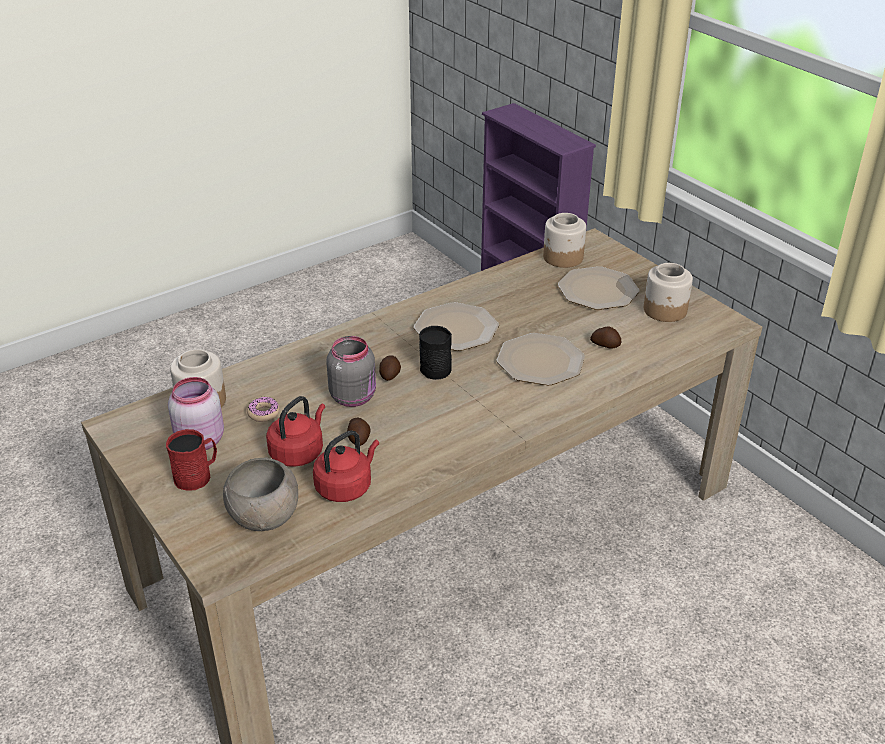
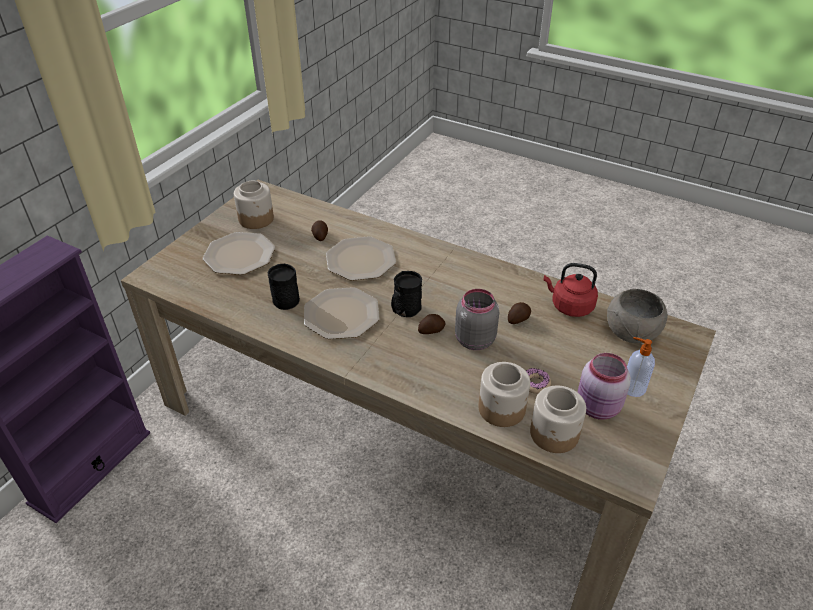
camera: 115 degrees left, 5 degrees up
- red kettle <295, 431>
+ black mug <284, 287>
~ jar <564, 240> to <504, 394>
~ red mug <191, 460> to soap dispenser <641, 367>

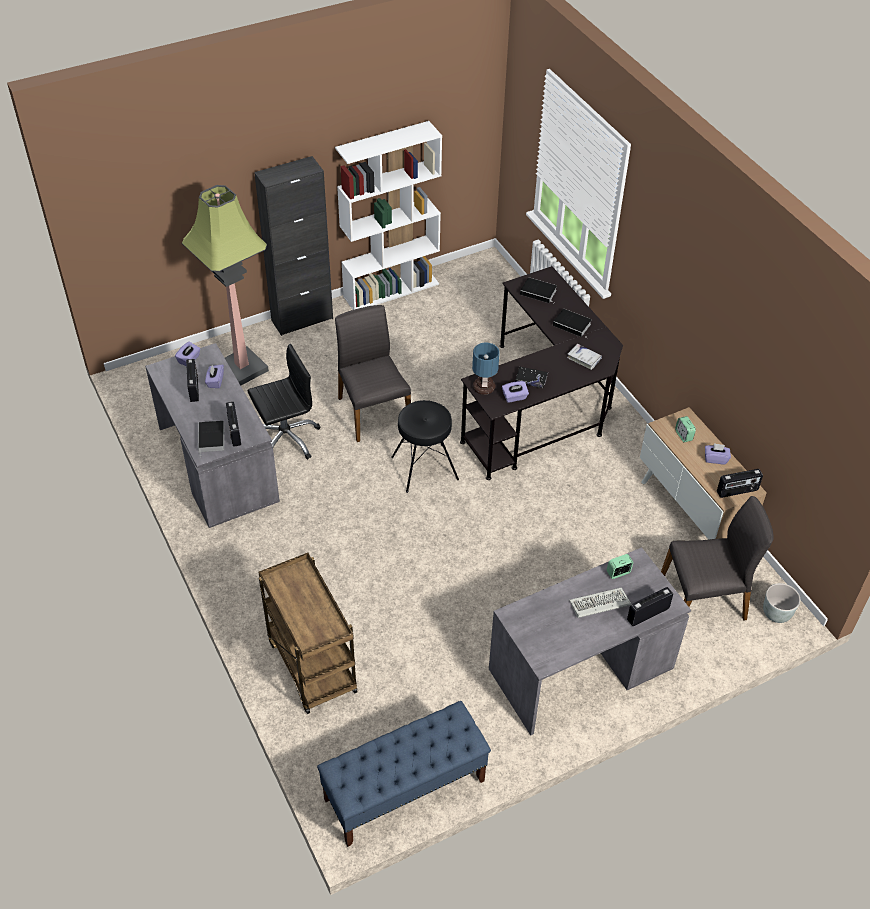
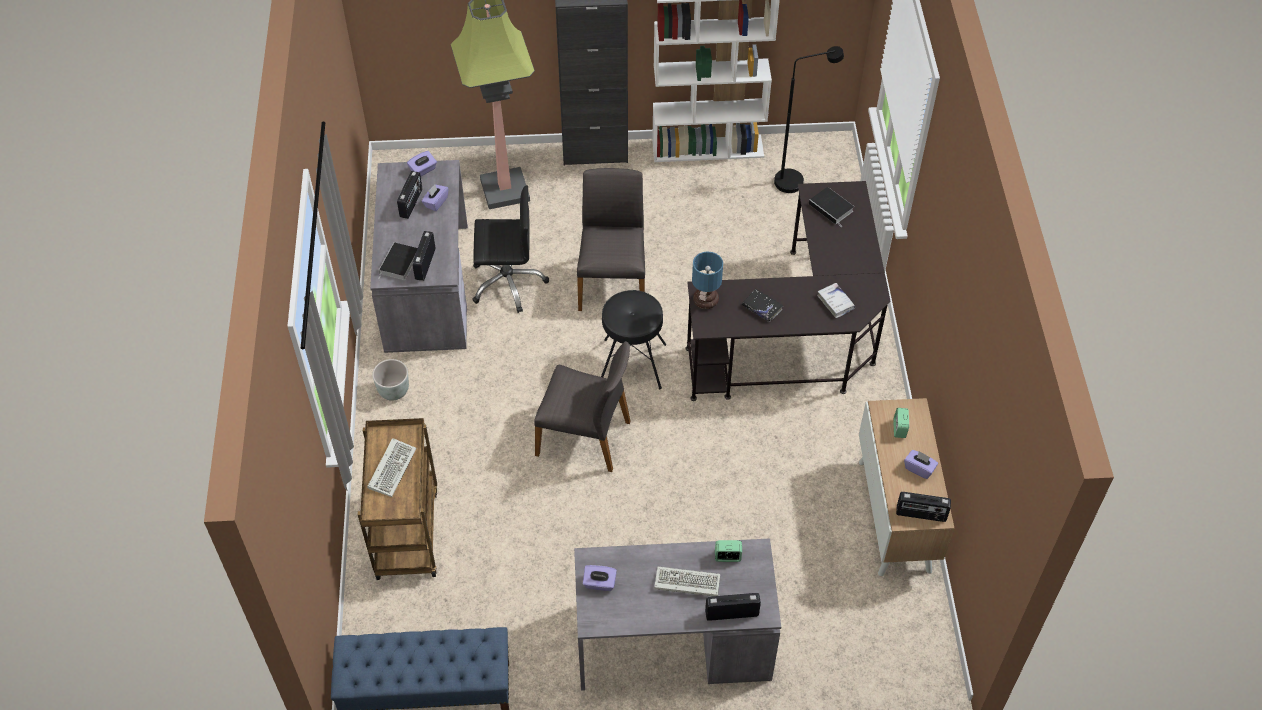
camera: 25 degrees right, 5 degrees up
- book <572, 323>
+ keyboard <392, 467>
+ black floor lamp <809, 119>
~ purple tissue box <515, 392> to <600, 578>
~ grey chair <717, 558> to <582, 406>
~ grey planter <781, 603> to <390, 380>

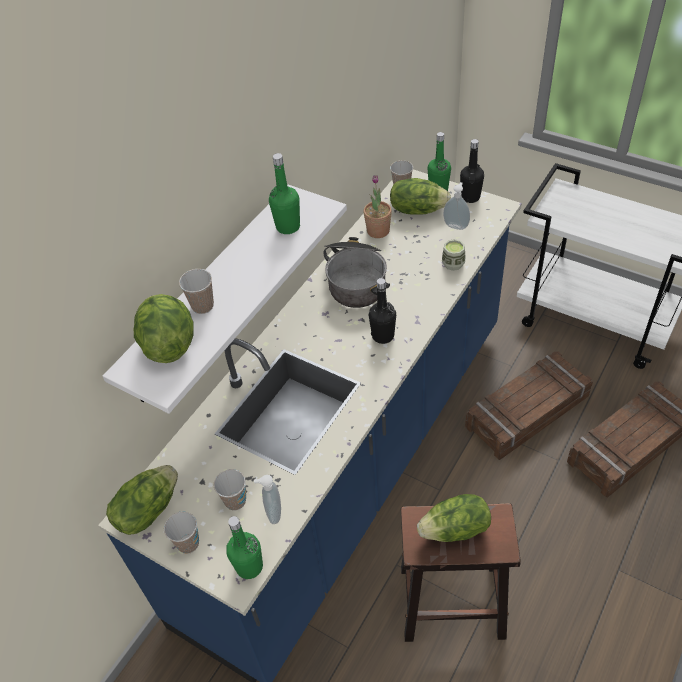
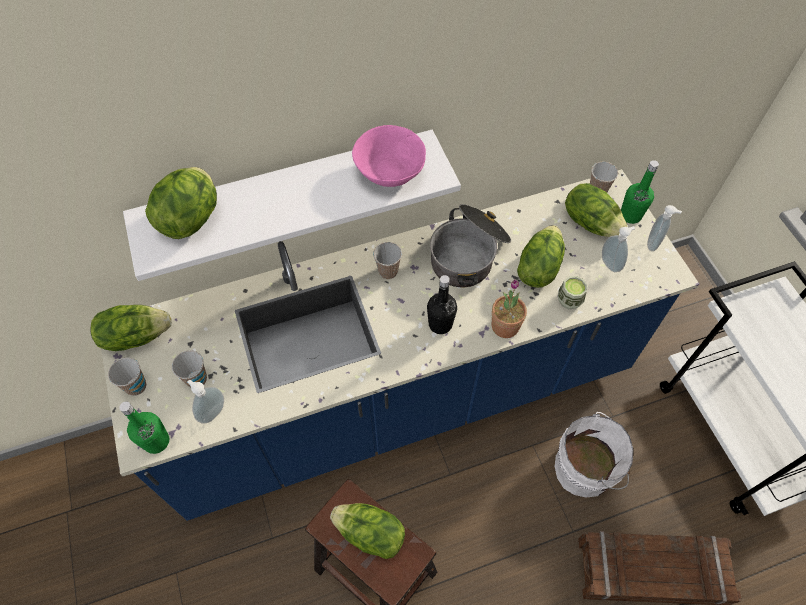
camera: 35 degrees right, 10 degrees up
+ lettuce <541, 256>
~ cup <196, 291> to <387, 260>
~ potted plant <378, 206> to <509, 308>
~ green bottle <284, 193> to pink bowl <389, 156>
~ black bottle <472, 171> to soap dispenser <664, 228>
~ crate <529, 405> to white bucket <594, 454>

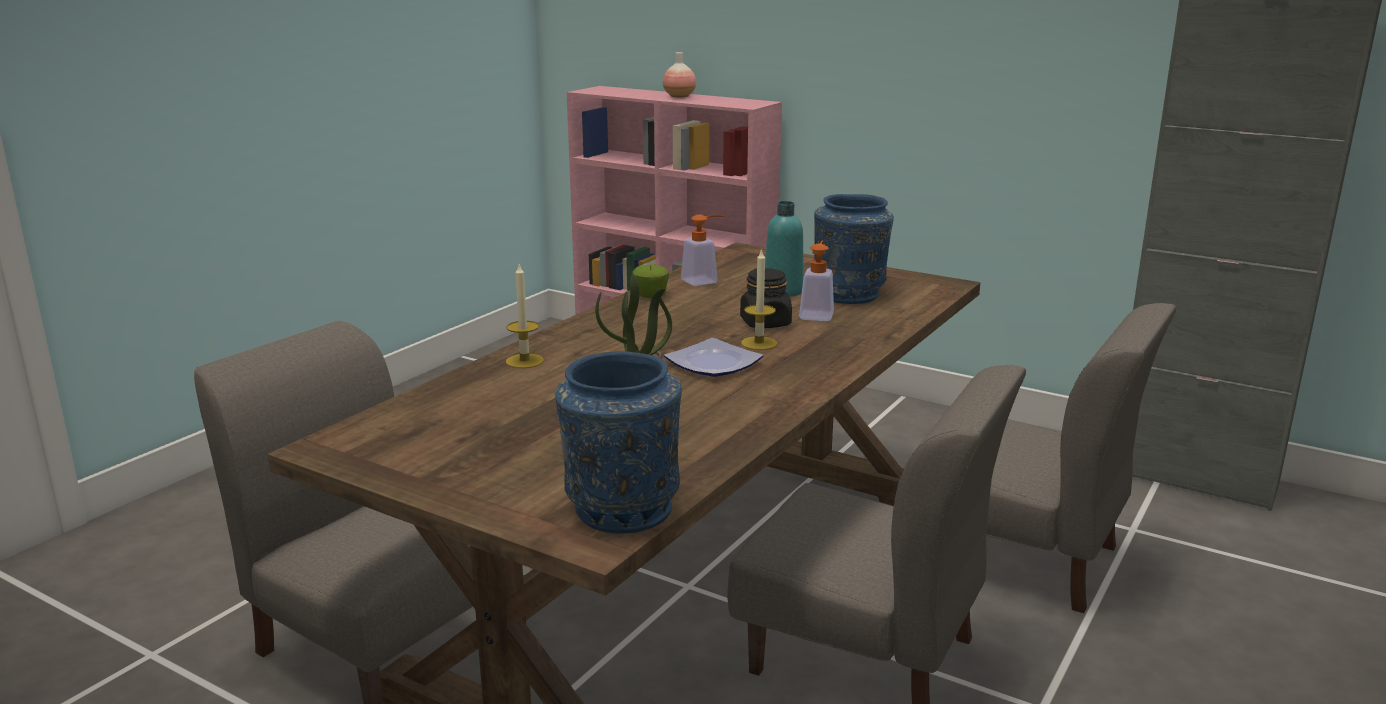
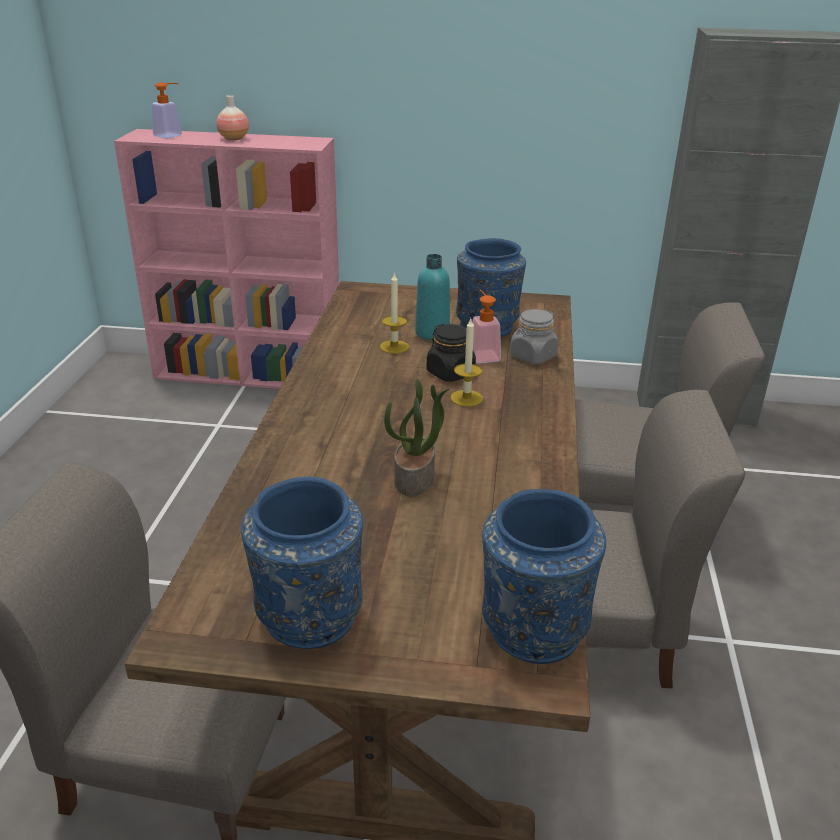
camera: 25 degrees left, 10 degrees up
- apple <650, 281>
- plate <713, 357>
+ blue vase <302, 563>
+ grey jar <534, 336>
~ candle <525, 316> to <394, 313>
~ soap dispenser <702, 250> to <167, 110>

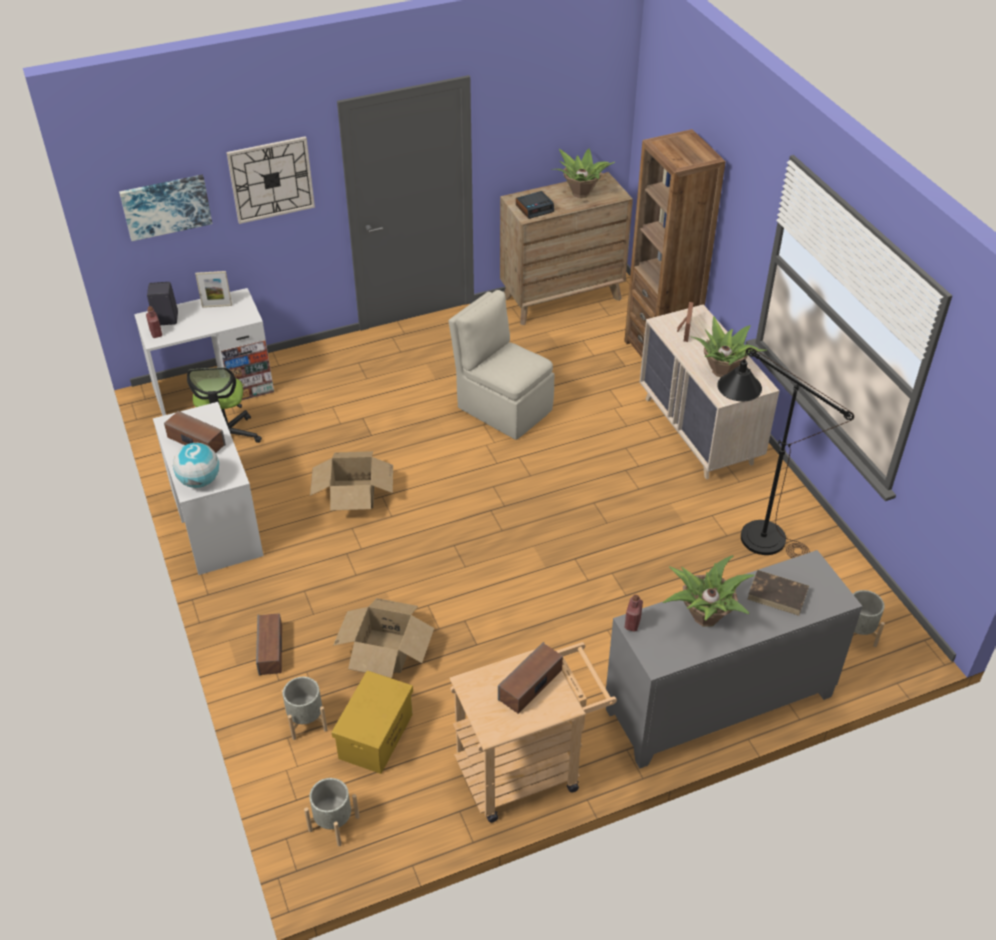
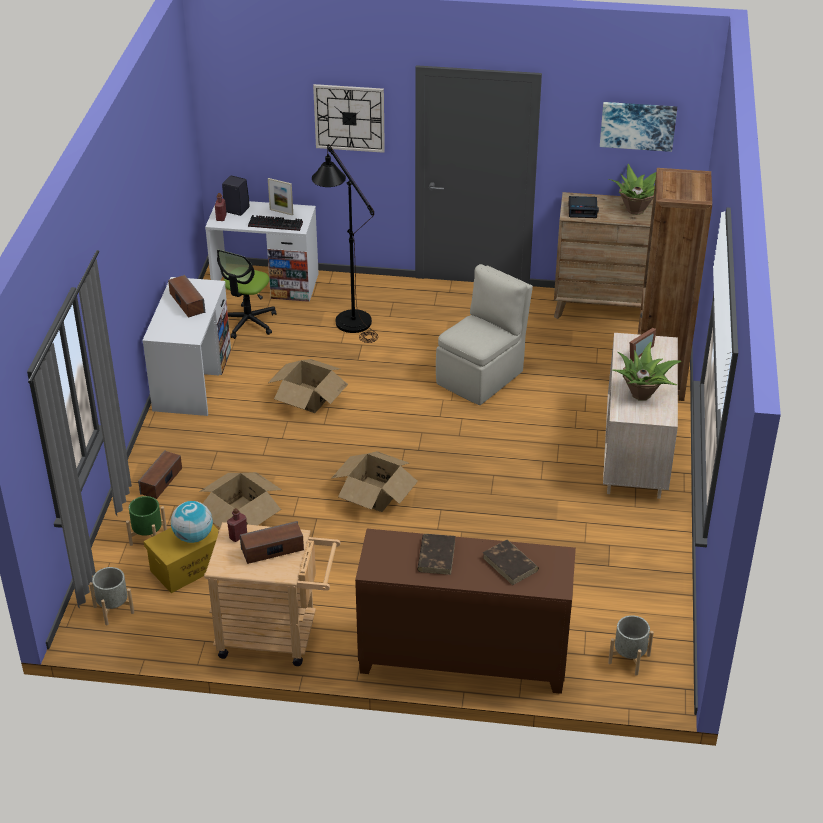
camera: 30 degrees right, 5 degrees down
+ keyboard <275, 223>
+ cardboard box <375, 481>
~ picture <165, 208> to <638, 127>
~ globe <196, 465> to <192, 522>
~ red bottle <634, 613> to <237, 525>
~ black floor lamp <785, 452> to <345, 243>
~ potted plant <709, 591> to brown book <436, 554>
~ grey planter <305, 708> to green planter <146, 521>
~ grey cabinet <734, 659> to brown cabinet <465, 611>
~ beige chair <501, 365> = <484, 334> 60 degrees clockwise

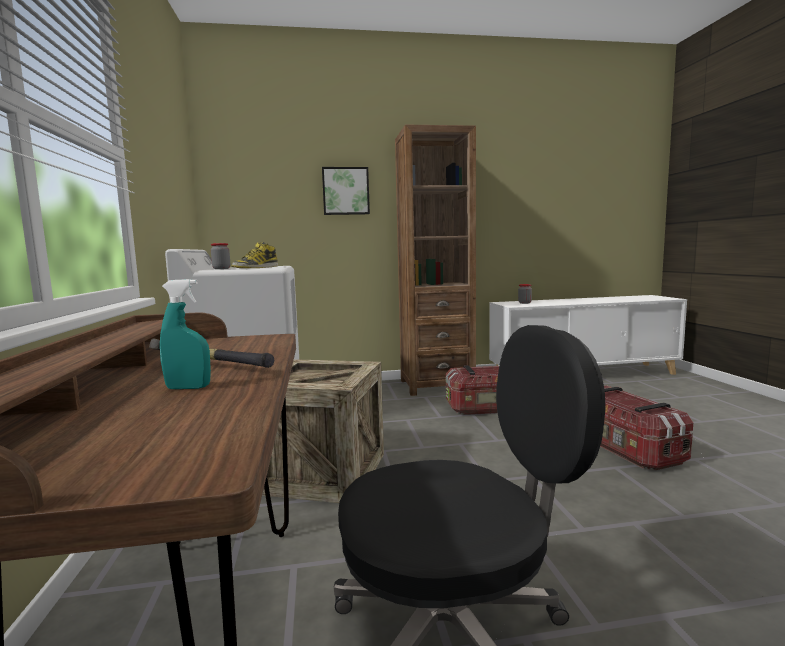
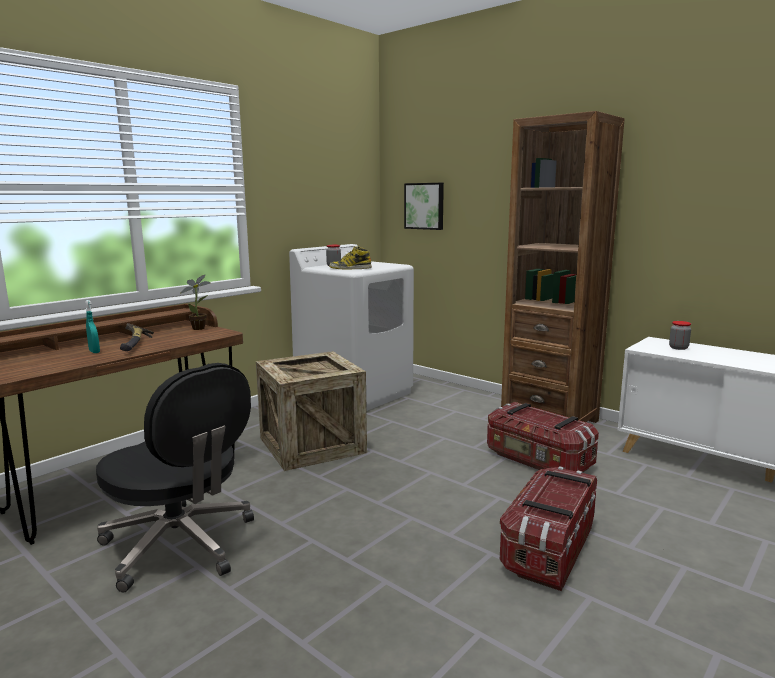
camera: 50 degrees right, 5 degrees up
+ potted plant <195, 302>
~ picture <346, 191> to <424, 206>

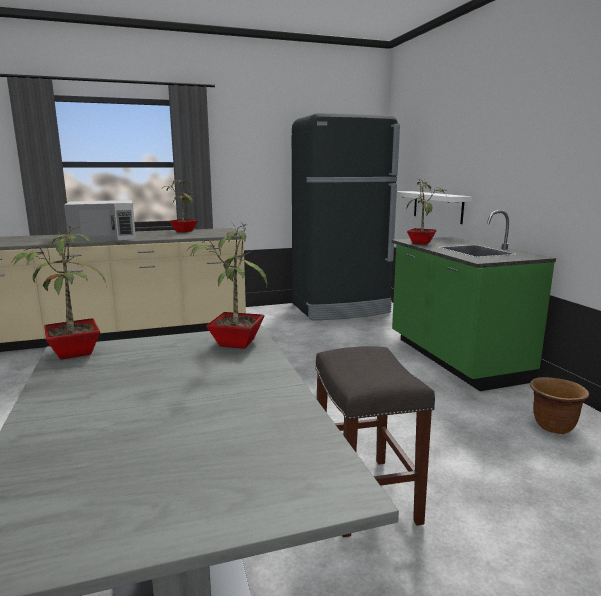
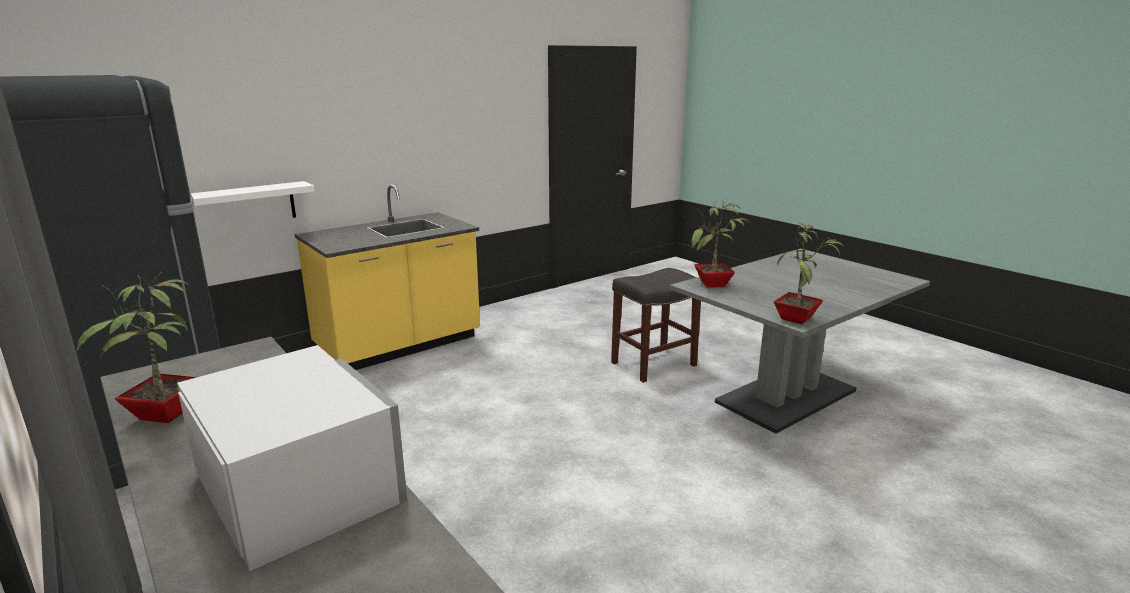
camera: 110 degrees left, 5 degrees up
- potted plant <427, 212>
- brown planter <559, 405>
~ green counter <474, 300> to yellow counter <387, 277>

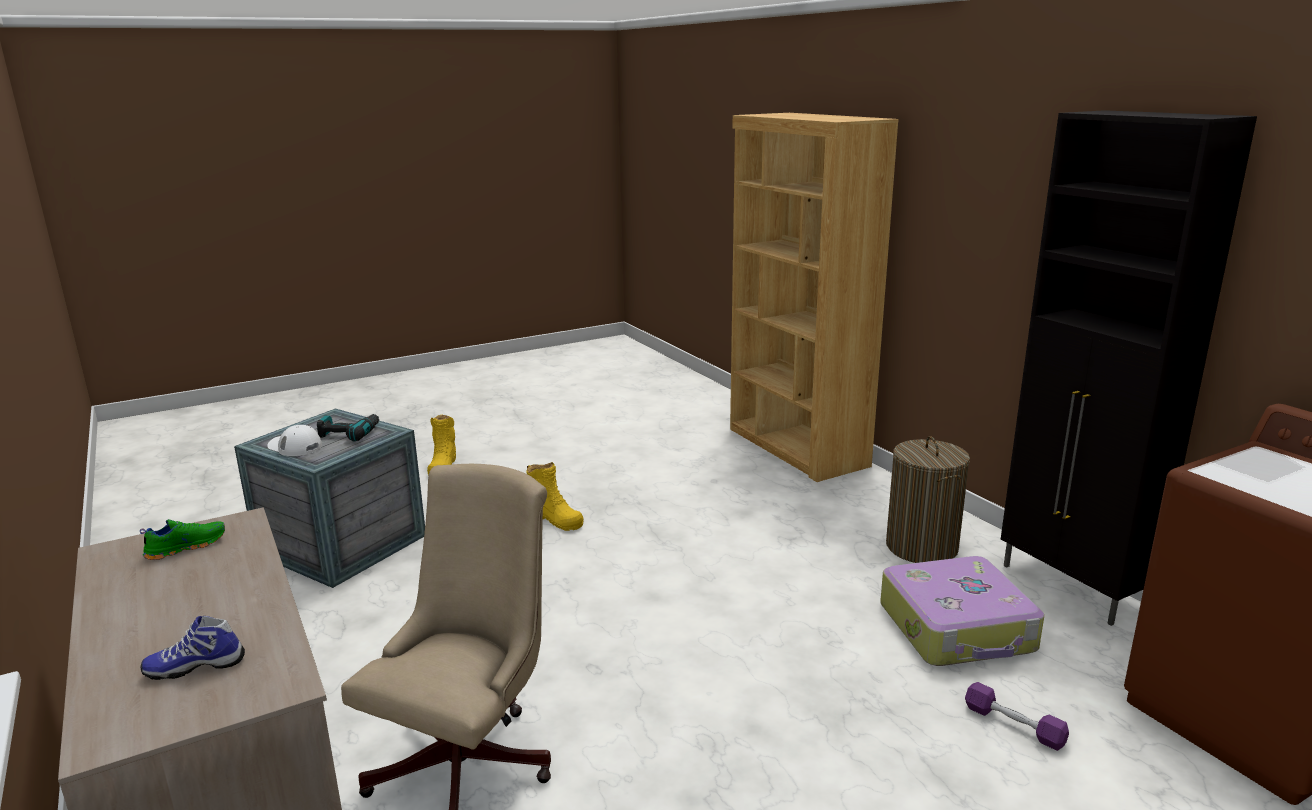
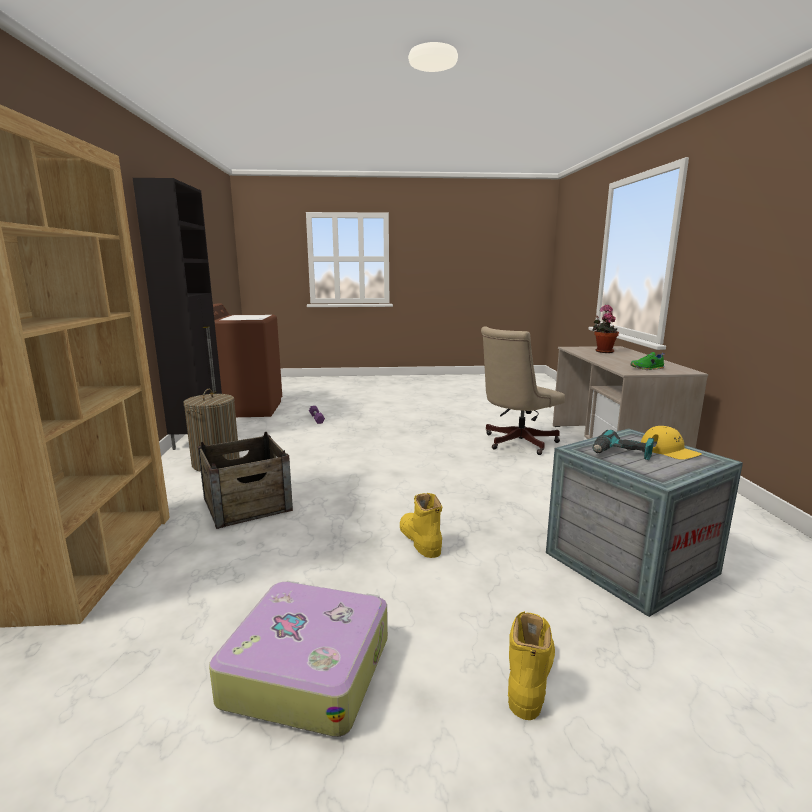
camera: 155 degrees left, 5 degrees down
+ crate <245, 480>
~ suitcase <962, 611> to <298, 659>
~ shoe <193, 648> to potted plant <605, 329>
~ white cap <294, 440> to yellow cap <671, 443>

